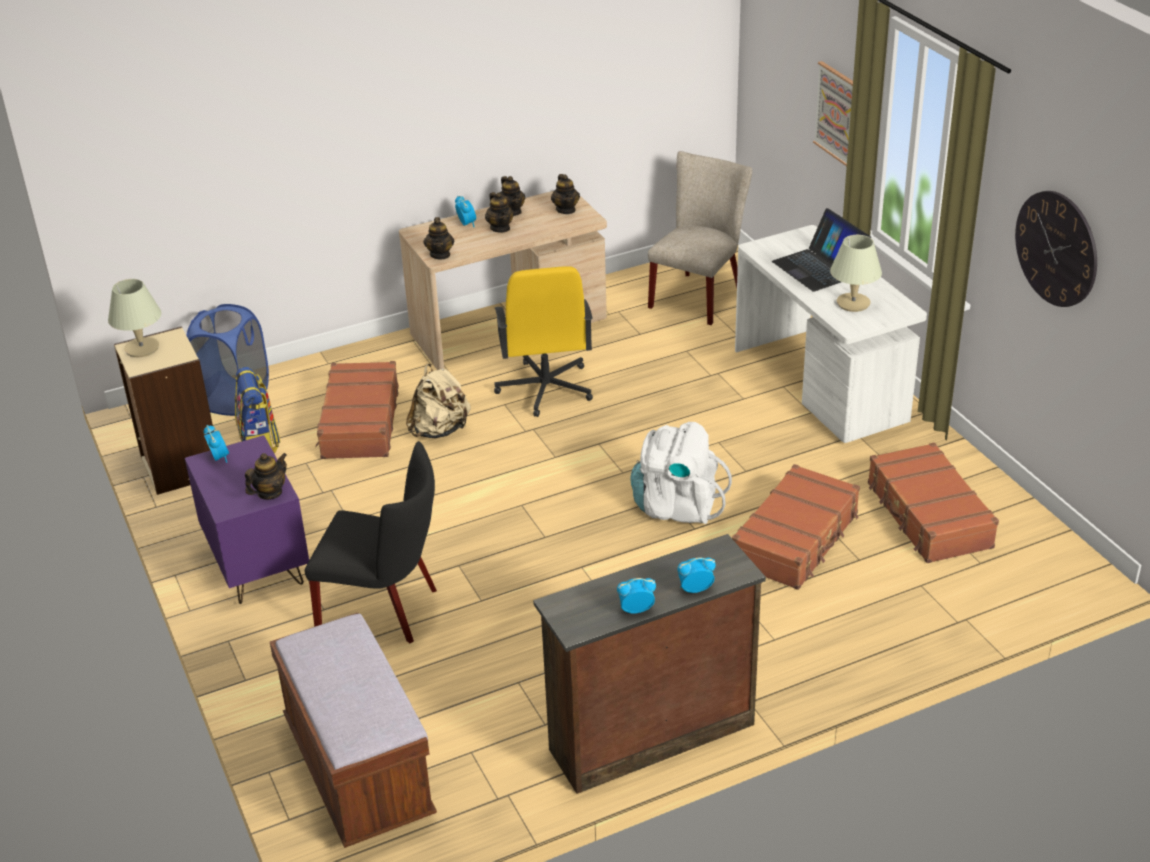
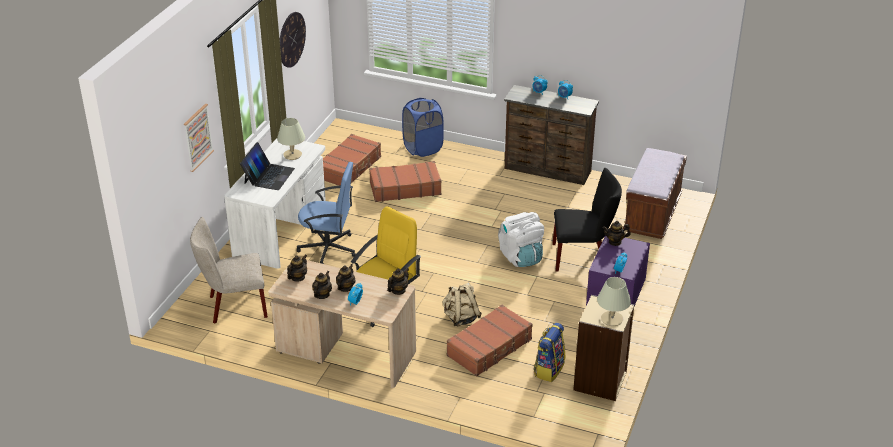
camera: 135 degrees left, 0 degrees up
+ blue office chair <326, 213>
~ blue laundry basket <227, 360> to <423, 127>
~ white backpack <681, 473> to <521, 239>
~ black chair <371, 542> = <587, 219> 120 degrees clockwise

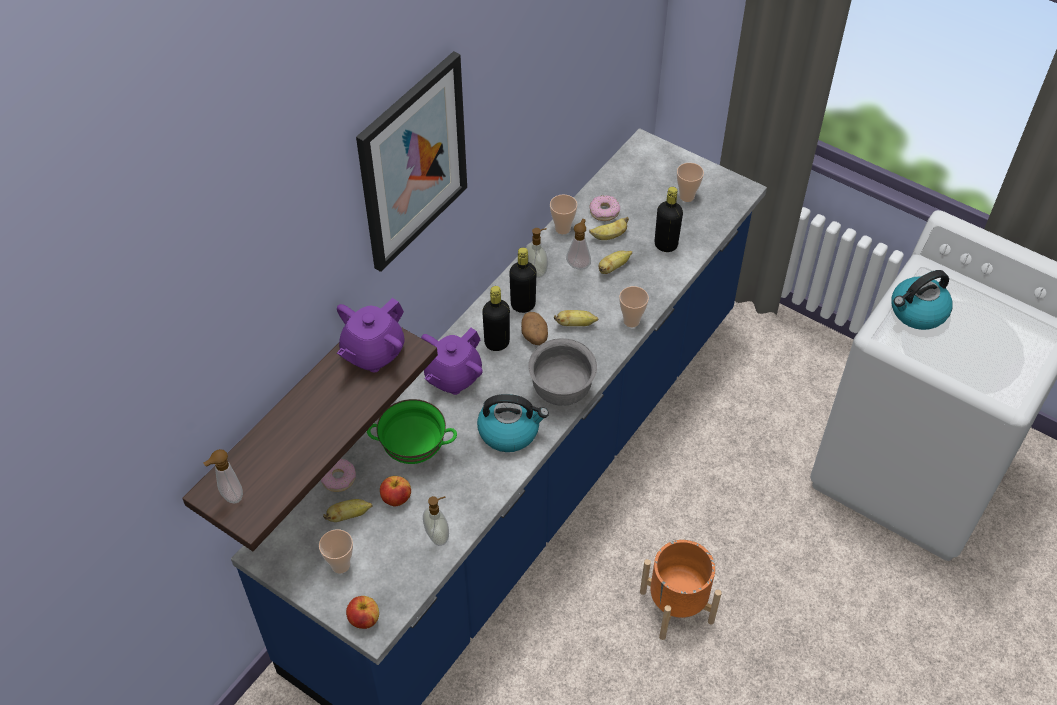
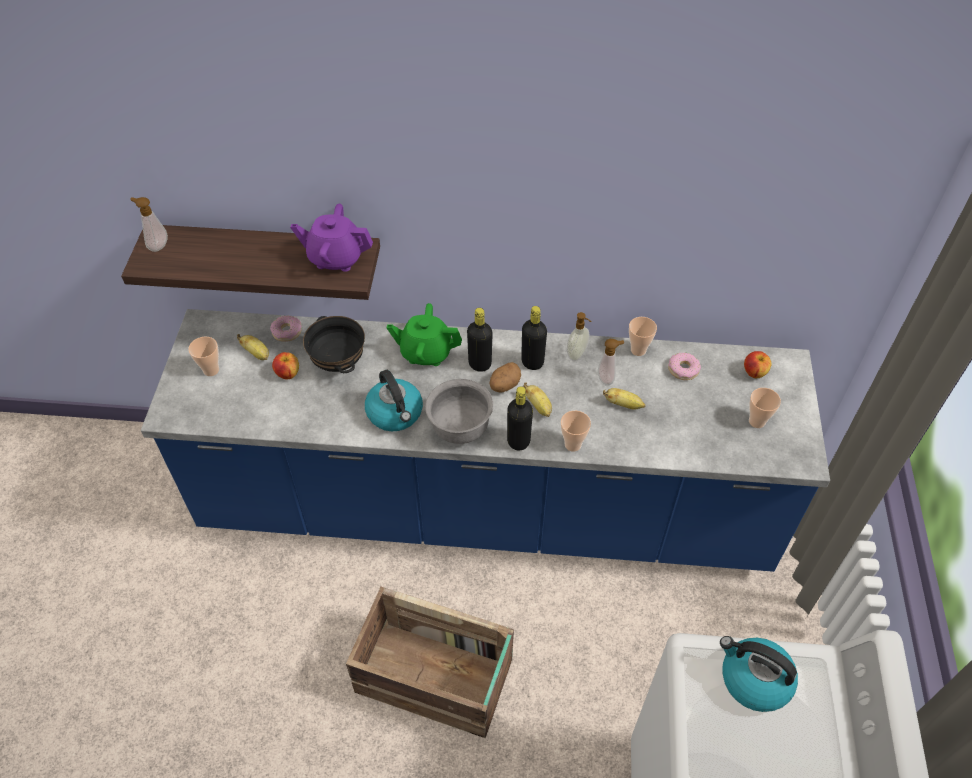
camera: 60 degrees right, 0 degrees up
- picture <411, 161>
- soap dispenser <436, 521>
- banana <609, 228>
~ apple <362, 612> to <758, 364>
~ black bottle <668, 219> to <520, 418>
~ orange planter <681, 590> to crate <430, 662>
~ green bowl <412, 431> to black bowl <334, 344>
~ purple teapot <452, 361> to green teapot <424, 334>

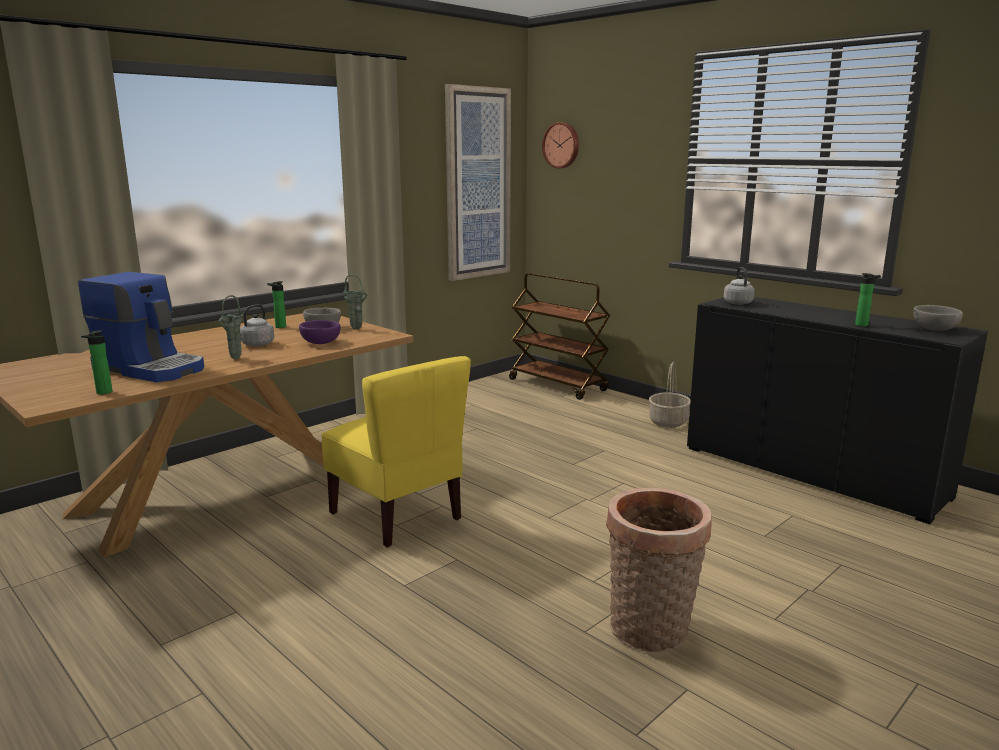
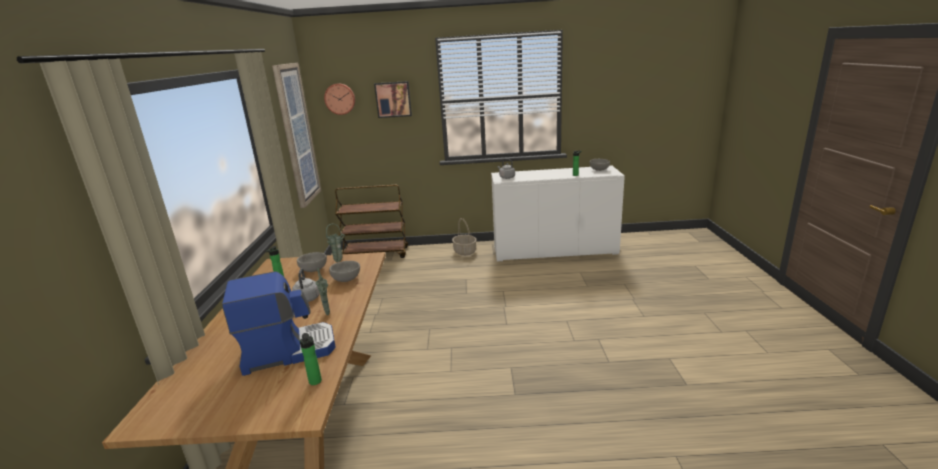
camera: 45 degrees left, 5 degrees up
- yellow chair <396, 451>
- basket <659, 569>
+ picture <393, 99>
~ purple bowl <320, 332> to grey bowl <344, 271>
~ black cabinet <837, 410> to white cabinet <558, 213>

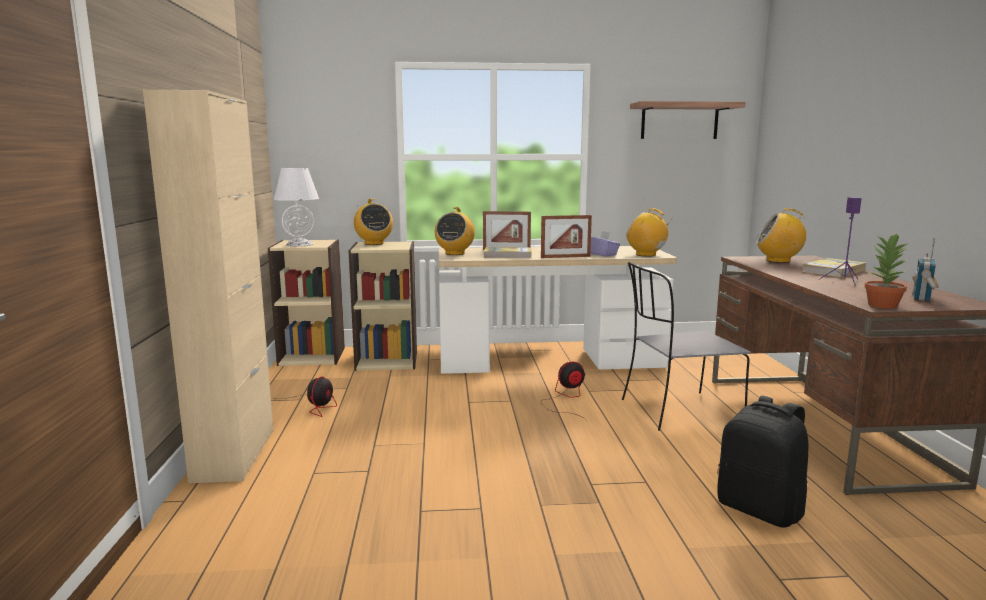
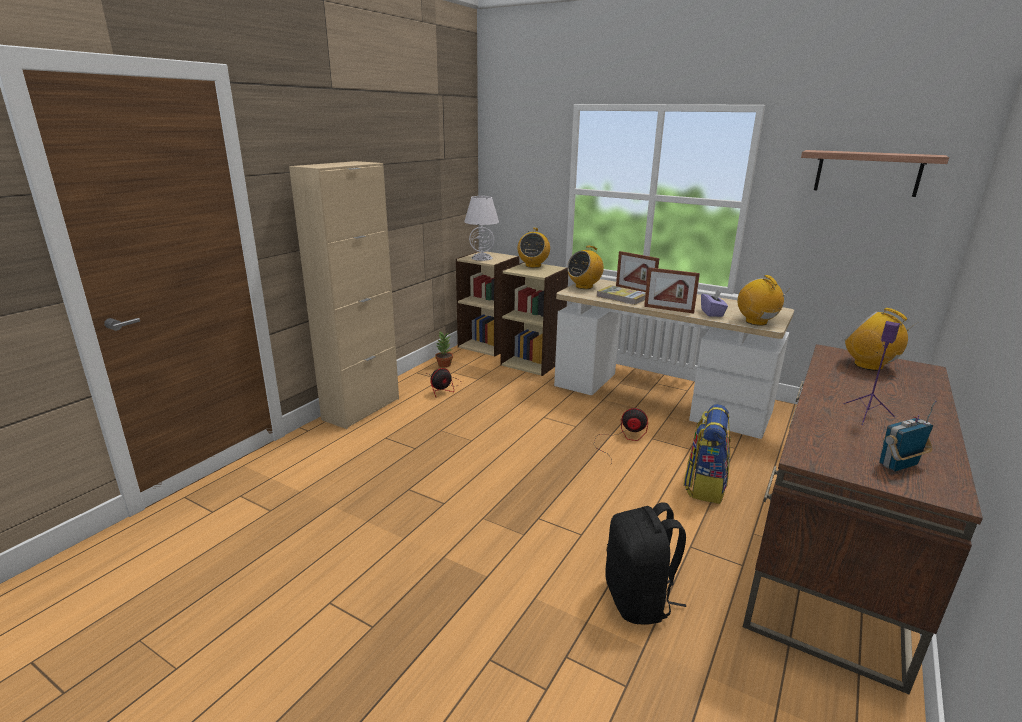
camera: 35 degrees right, 10 degrees up
- book <833, 267>
~ potted plant <886, 271> to <444, 349>
~ grey chair <686, 346> to backpack <707, 454>

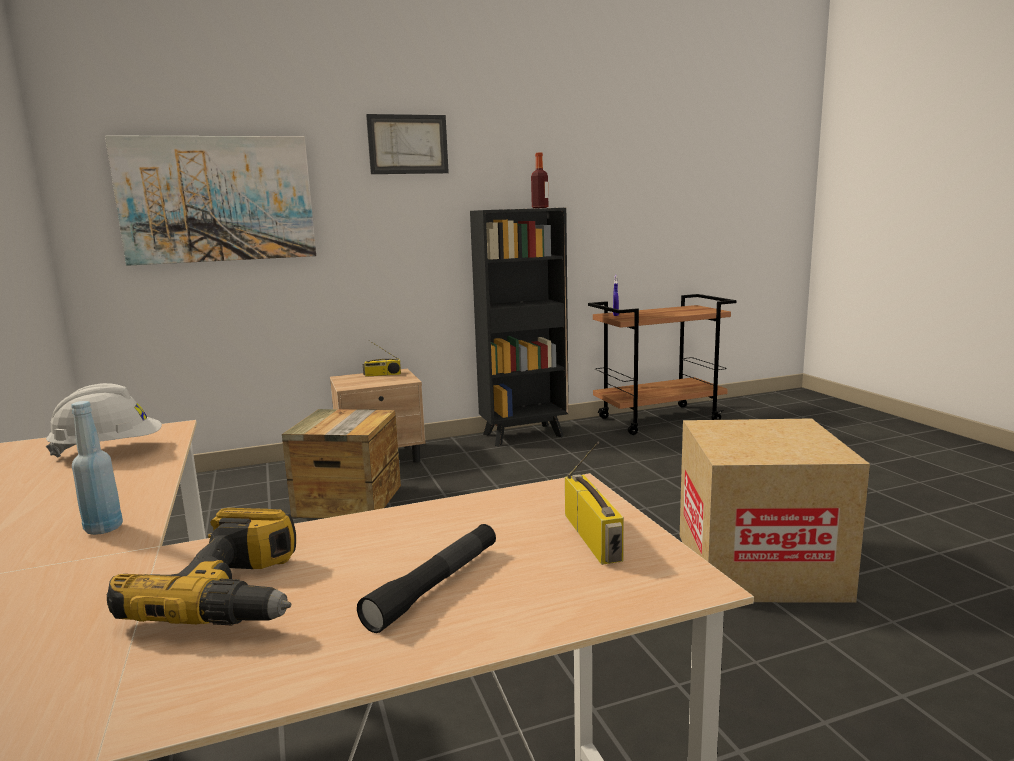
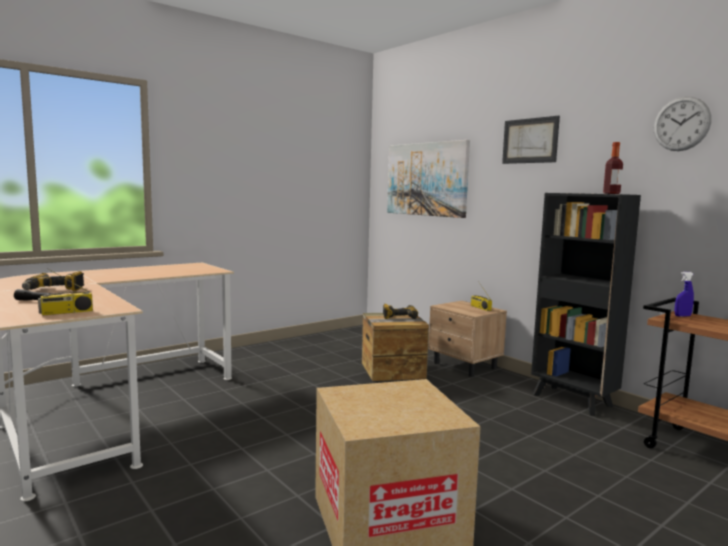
camera: 70 degrees right, 5 degrees down
- white hard hat <104, 420>
- blue bottle <97, 468>
+ power drill <400, 311>
+ wall clock <683, 124>

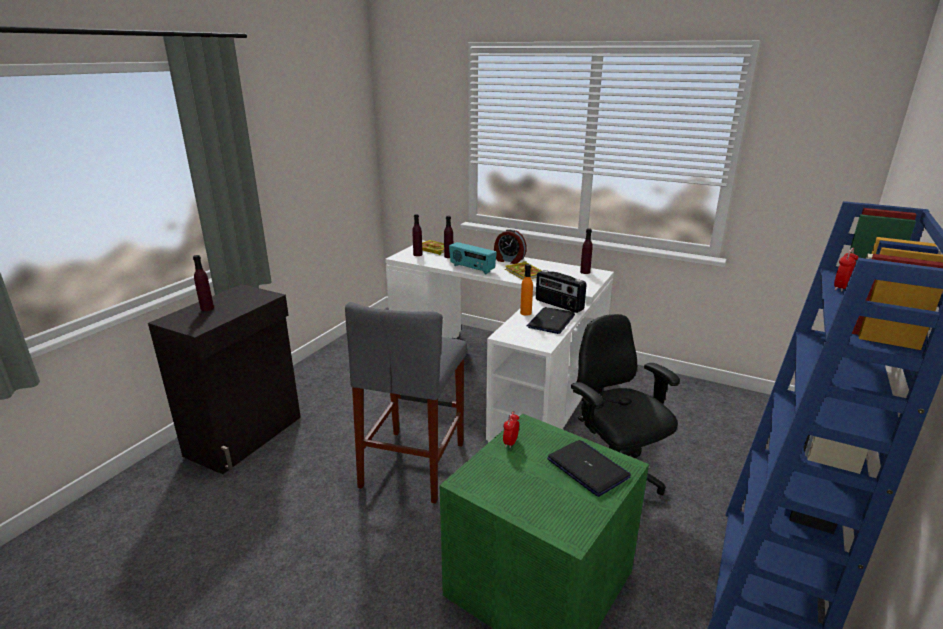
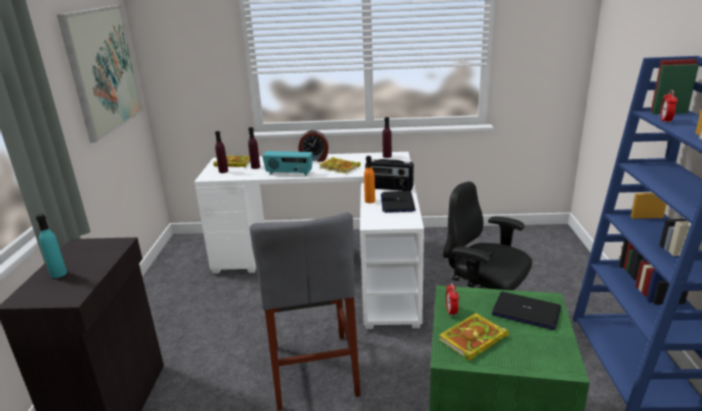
camera: 25 degrees left, 0 degrees up
+ picture <100, 74>
+ book <474, 337>
~ purple bottle <203, 283> to turquoise bottle <51, 246>

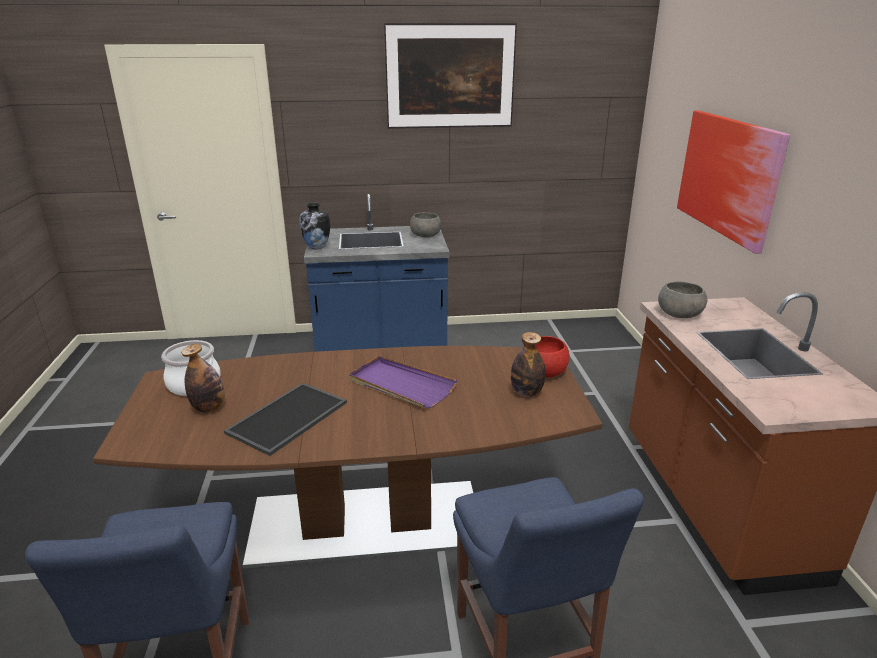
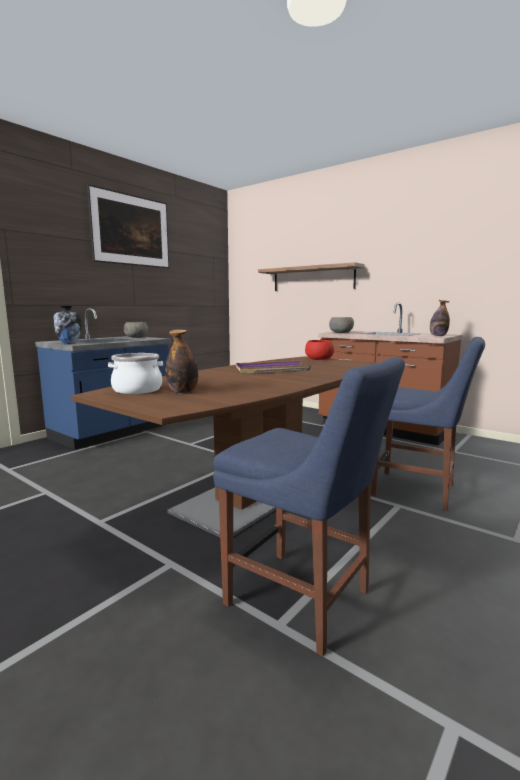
camera: 45 degrees left, 15 degrees down
- tray <285, 419>
~ bottle <528, 364> to <440, 318>
~ picture <733, 182> to shelf <311, 276>

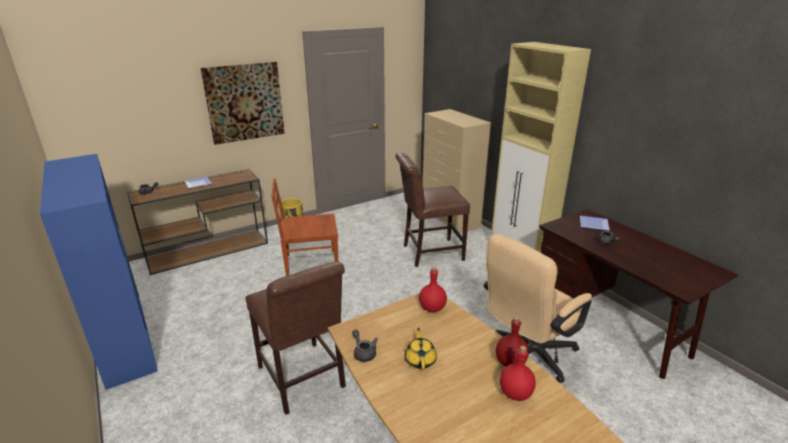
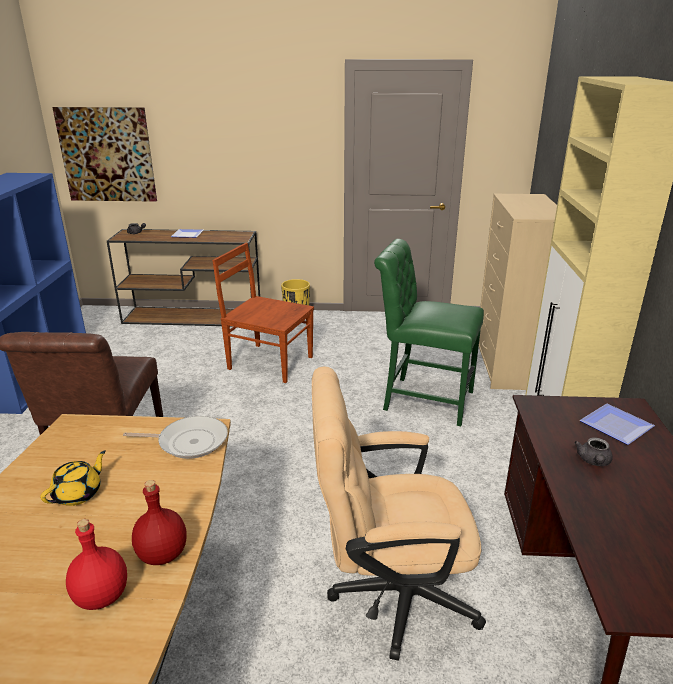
camera: 35 degrees right, 0 degrees up
- grey teapot <365, 346>
~ picture <243, 103> to <104, 154>
~ red bottle <433, 289> to frying pan <175, 437>
~ brown chair <432, 210> to green chair <429, 332>

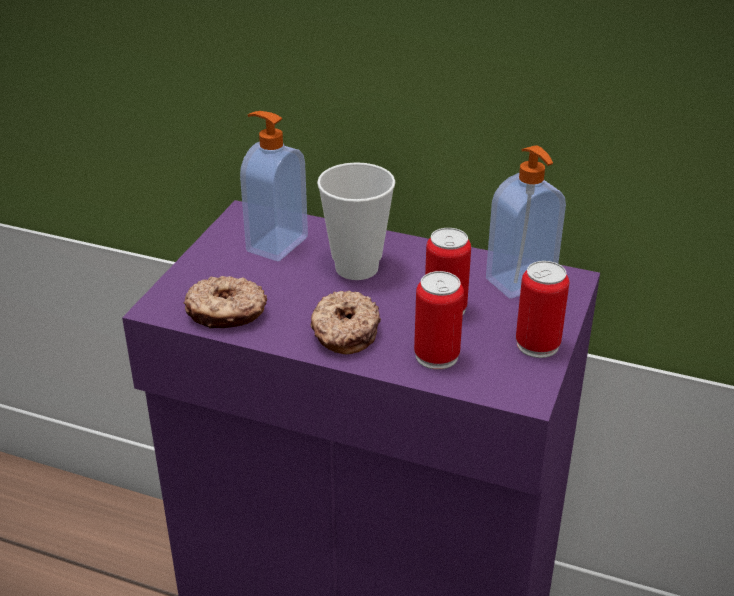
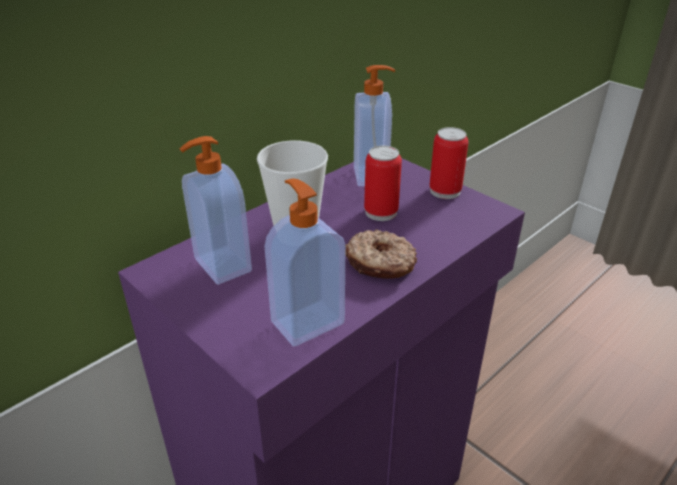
camera: 65 degrees left, 0 degrees up
- can <439, 320>
~ donut <225, 302> to soap dispenser <304, 262>

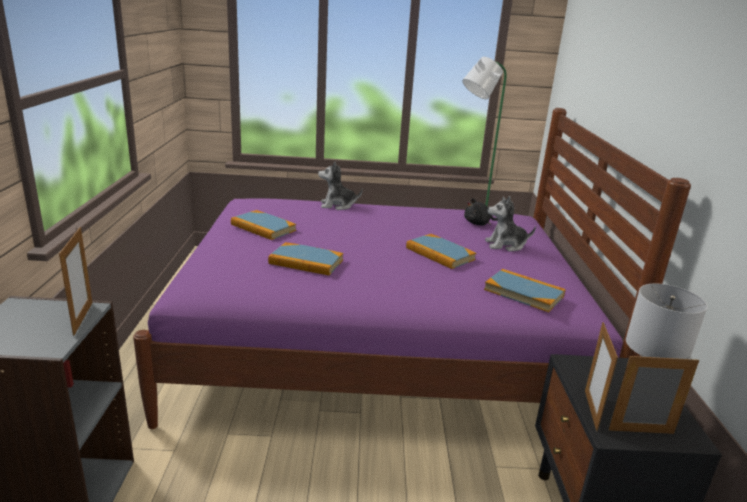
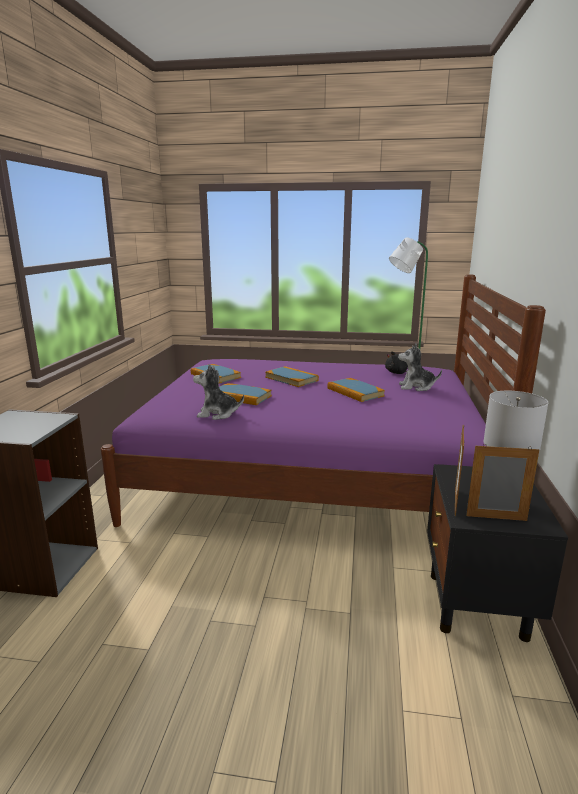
camera: 10 degrees right, 5 degrees down
- picture frame <75, 281>
~ plush toy <340, 185> to <218, 392>
~ book <524, 290> to <292, 376>

